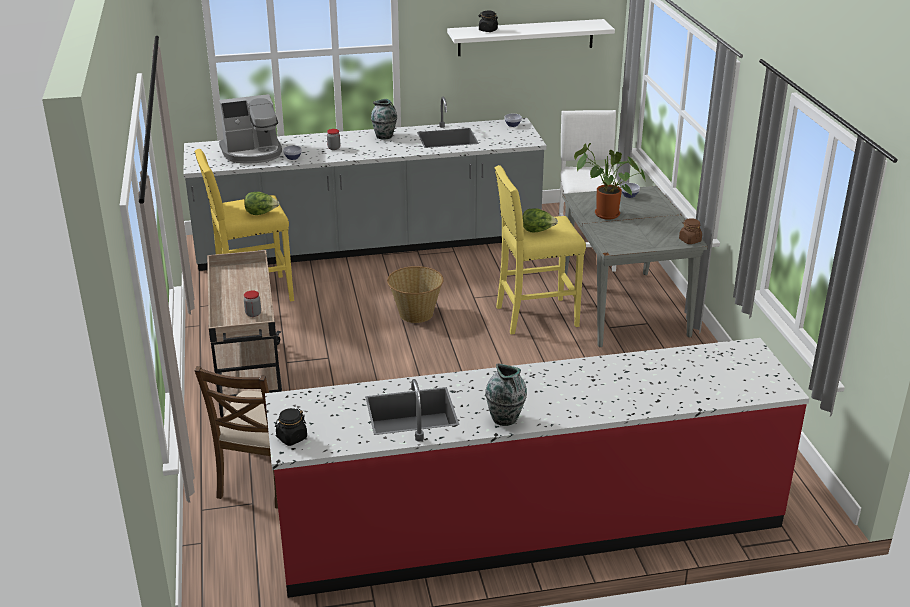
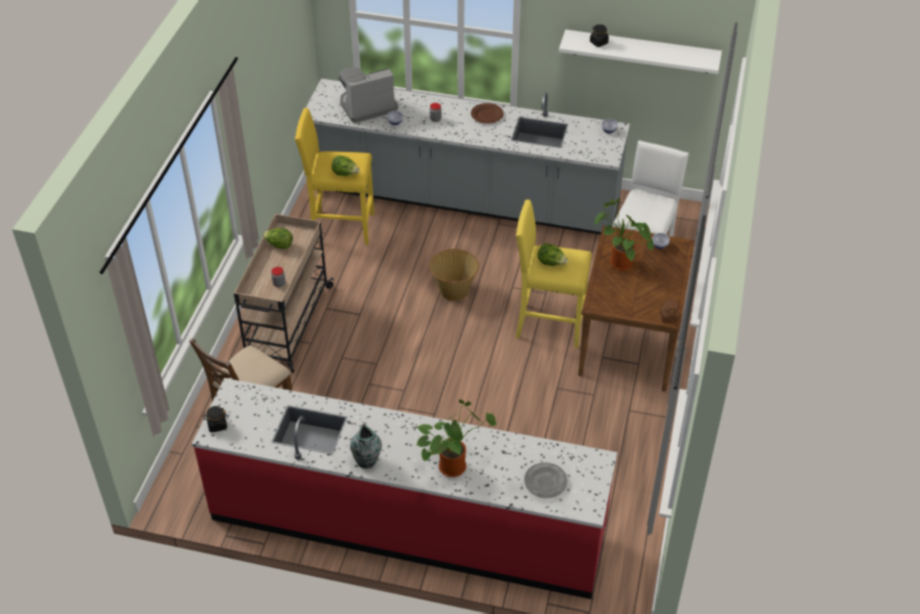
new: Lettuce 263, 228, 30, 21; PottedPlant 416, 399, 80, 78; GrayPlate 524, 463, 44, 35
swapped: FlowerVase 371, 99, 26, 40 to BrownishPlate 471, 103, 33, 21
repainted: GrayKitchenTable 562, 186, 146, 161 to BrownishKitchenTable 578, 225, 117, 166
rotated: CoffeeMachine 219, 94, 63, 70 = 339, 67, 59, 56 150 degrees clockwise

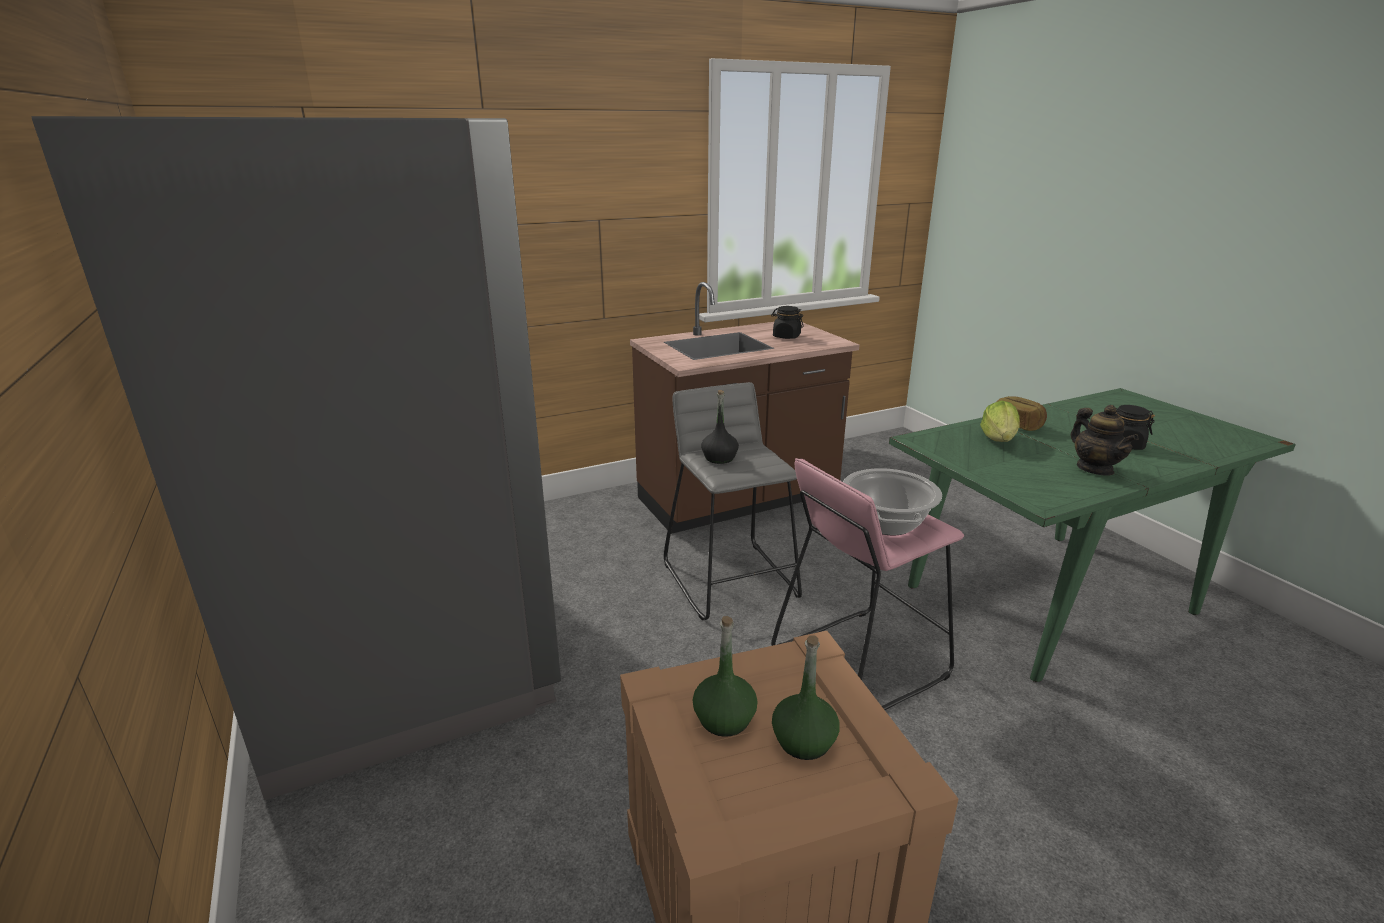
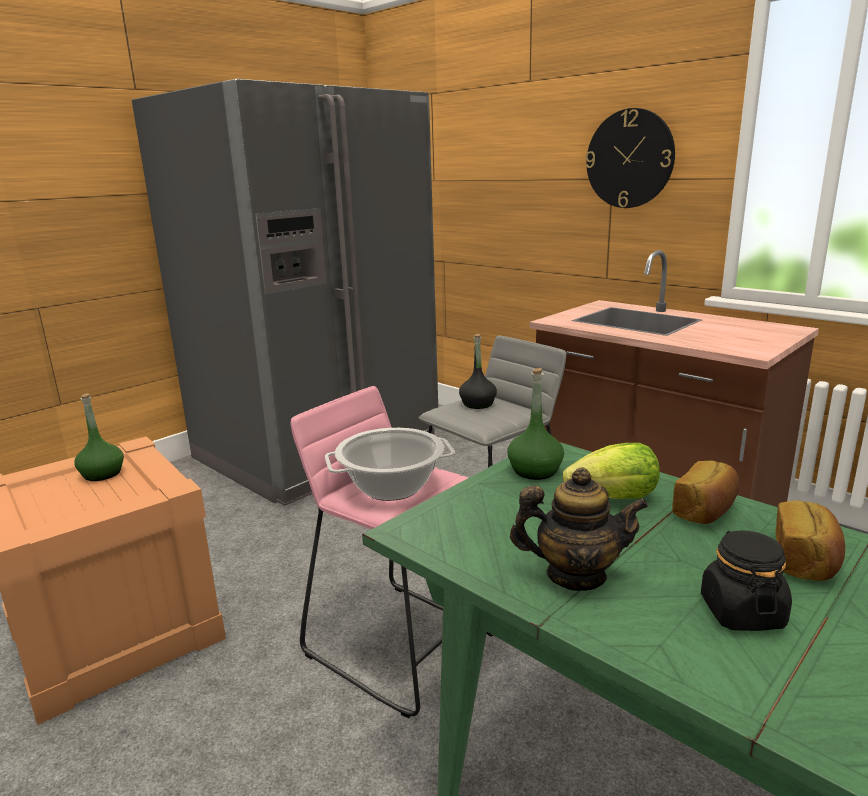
gone: BlackishJar 771, 306, 33, 33
new: ClockOnTheWall 585, 108, 90, 100; Bread 775, 500, 70, 81
shifted: GreenishBeverageBottle 772, 635, 68, 125 to 507, 368, 57, 112
rotated: Teapot 1071, 405, 68, 71 = 510, 467, 139, 124 135 degrees counterclockwise

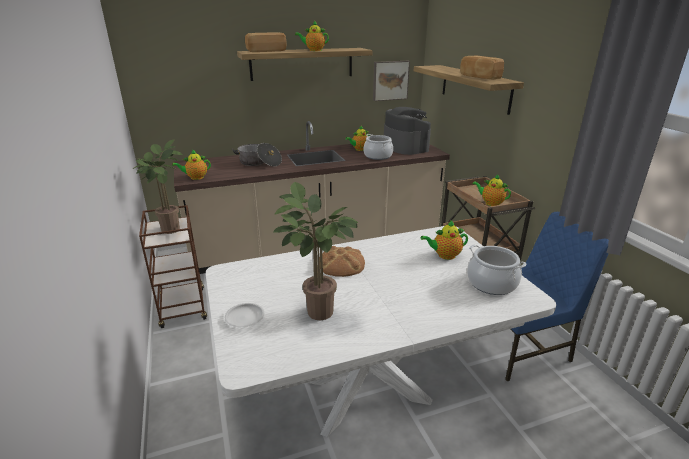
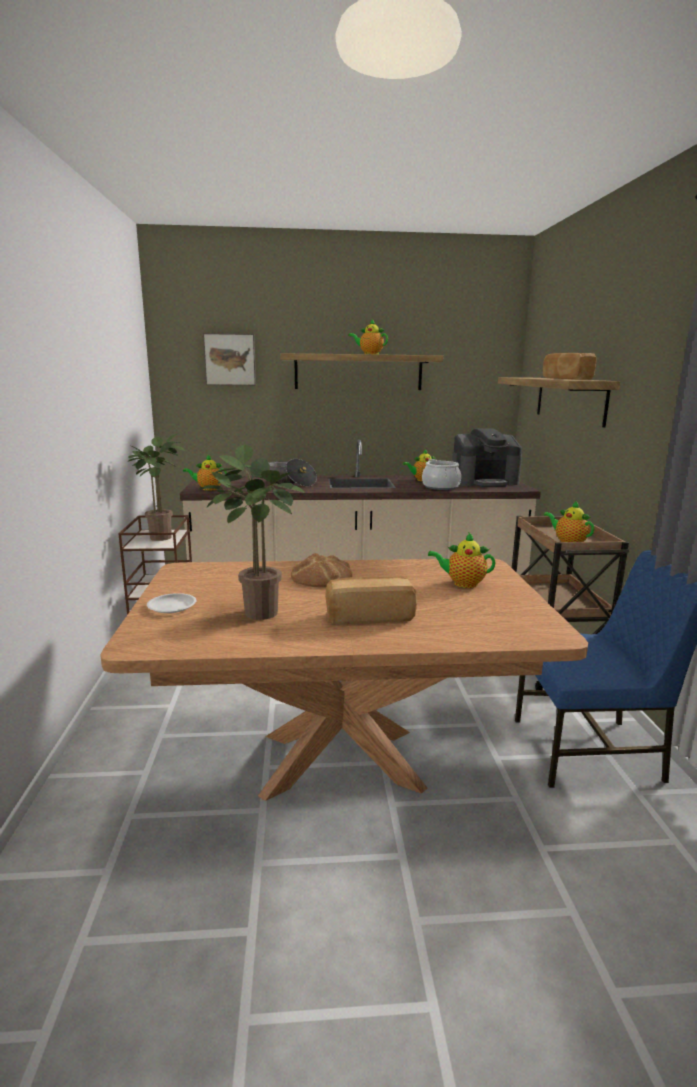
gone: Stockpot 467, 245, 59, 50
shifted: Bread 245, 32, 42, 20 to 325, 576, 92, 48; WallPicture 373, 61, 37, 40 to 203, 333, 53, 53
repainted: WhiteColouredKitchenTable 206, 226, 350, 211 to BrownishKitchenTable 100, 558, 488, 243
rotated: CoffeeMachine 384, 107, 47, 48 = 452, 428, 70, 59 90 degrees clockwise

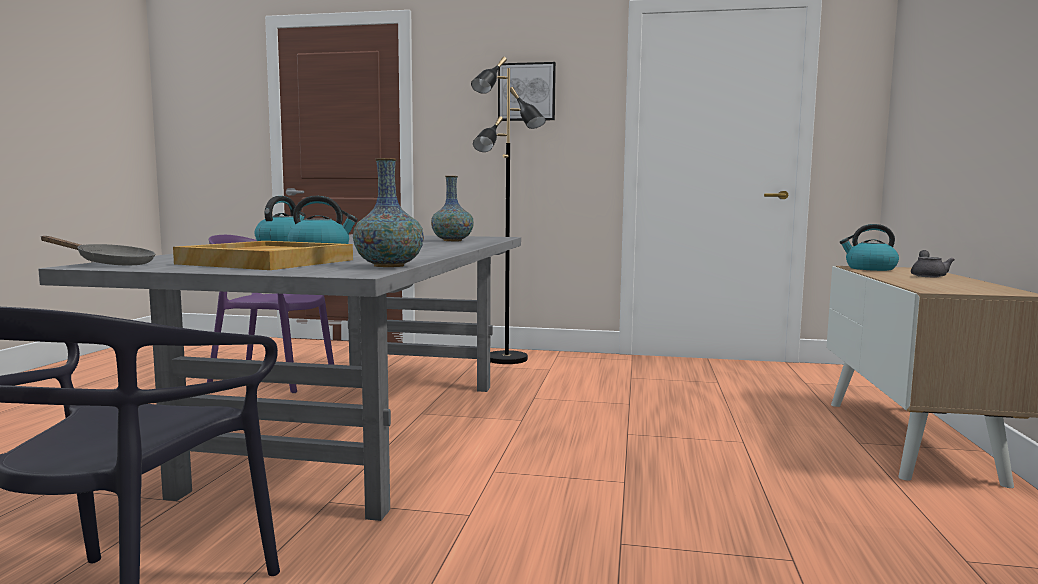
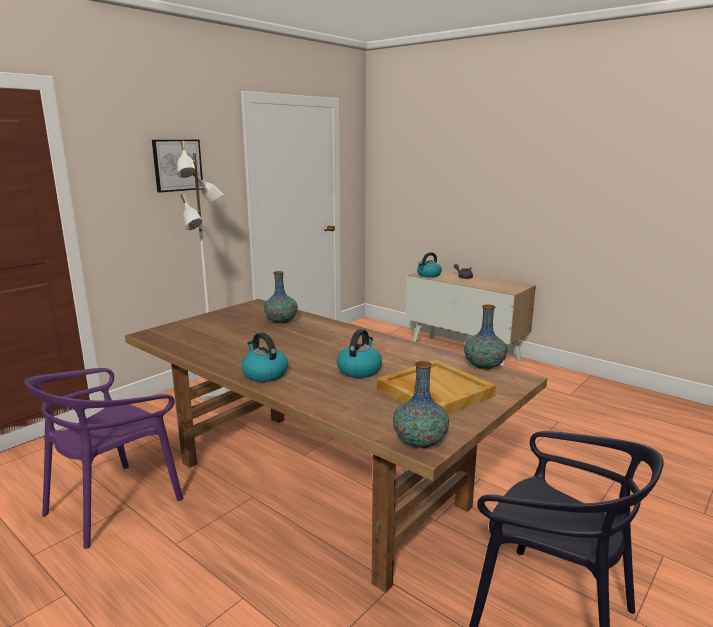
swapped: GraySkillet 41, 236, 114, 29 to FlowerVase 393, 361, 56, 88
repainted: BlackishStandardLamp 471, 57, 75, 307 to WhiteColouredStandardLamp 177, 141, 54, 259; GrayKitchenTable 38, 234, 483, 287 to BrownishKitchenTable 125, 299, 422, 294

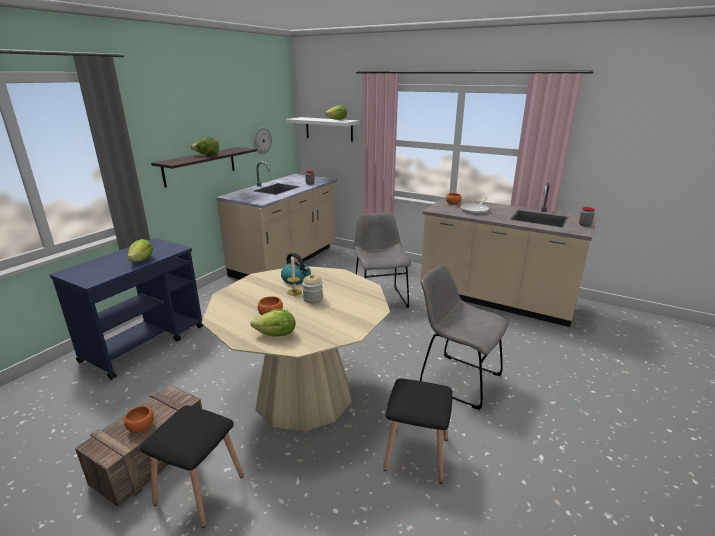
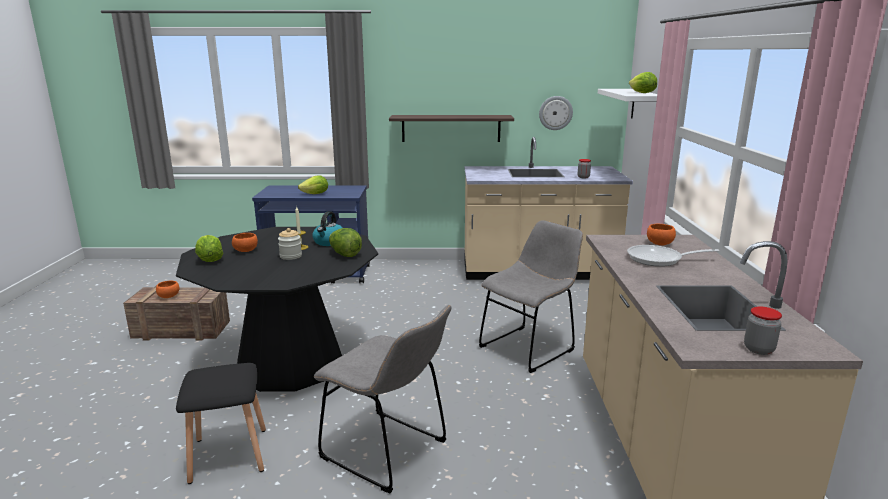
gone: BlackishStool 140, 405, 104, 123
shifted: Lettuce 191, 137, 28, 19 to 329, 228, 33, 29
repainted: SandColouredKitchenTable 201, 266, 189, 166 to BlackishKitchenTable 176, 227, 202, 165
rotated: GrayChair 420, 265, 89, 145 = 314, 305, 138, 188 120 degrees clockwise

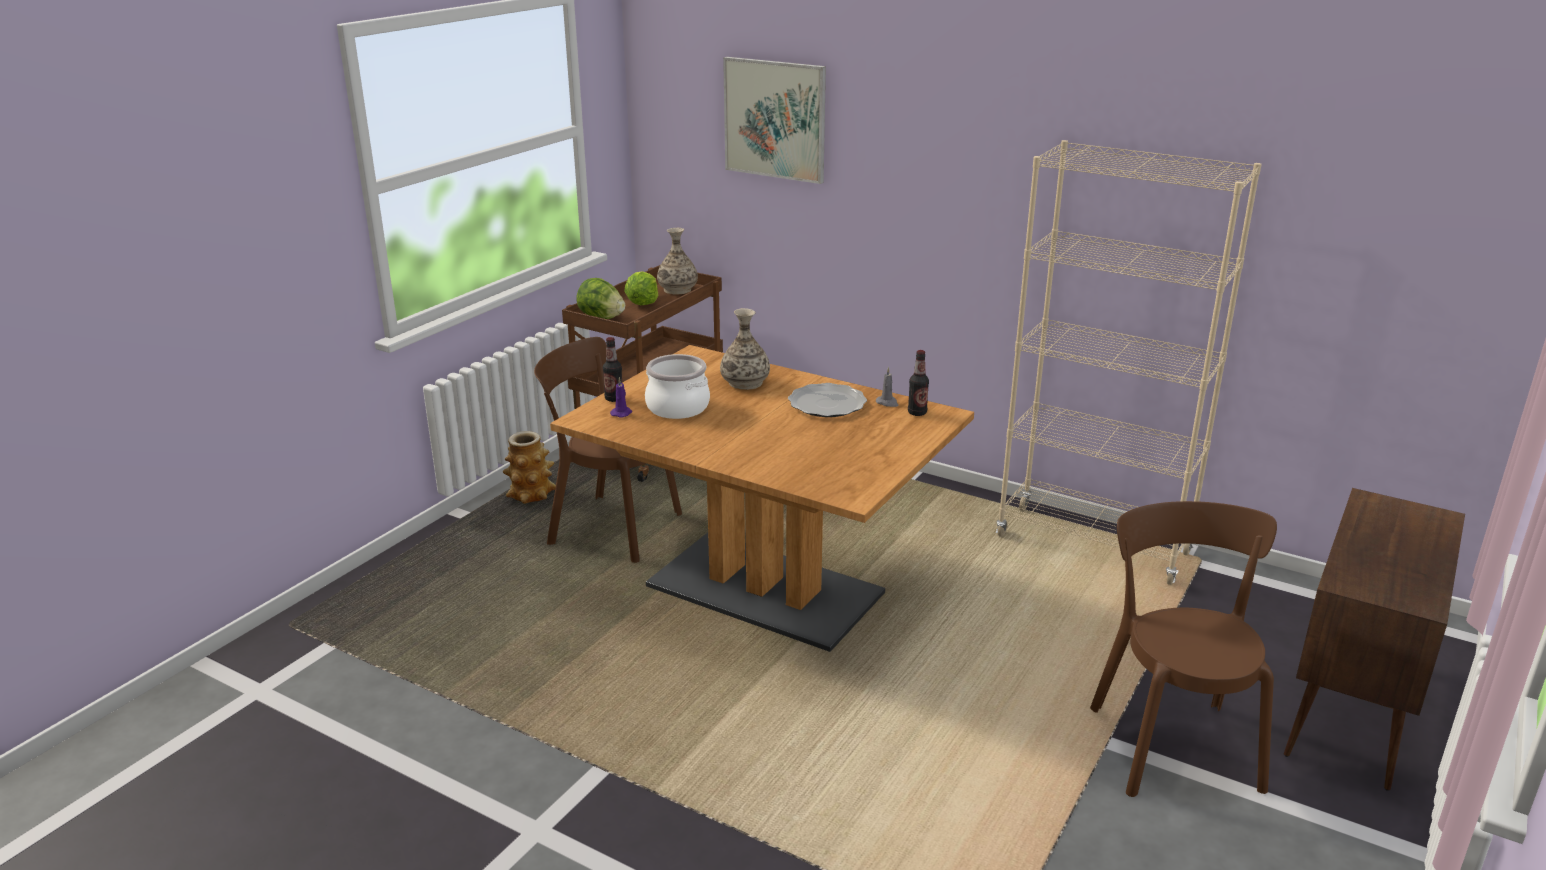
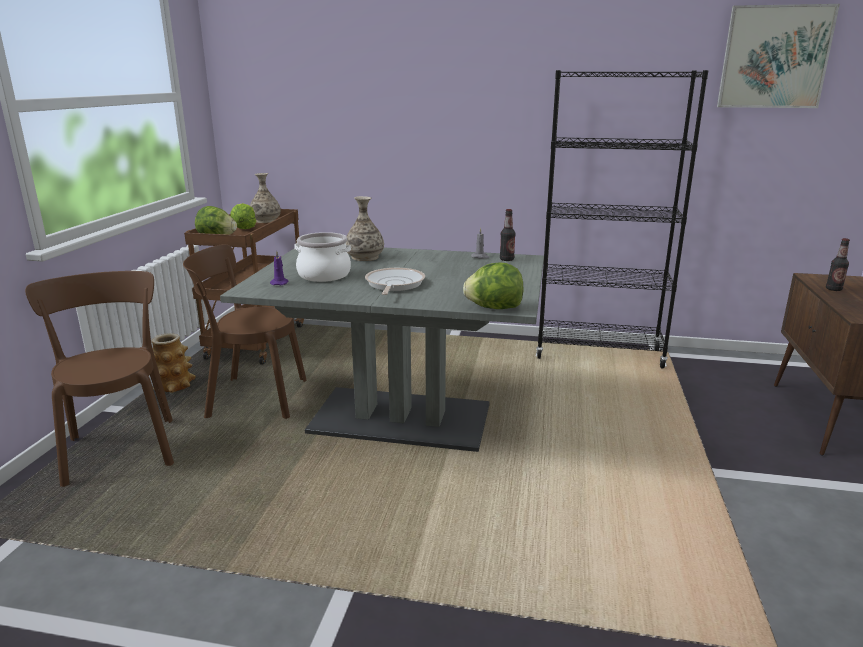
gone: Plate 788, 383, 79, 34
new: Lettuce 463, 262, 61, 47; Skillet 365, 268, 60, 27
shifted: WallPicture 723, 57, 103, 127 to 717, 4, 123, 104; BeverageBottle 603, 337, 19, 65 to 826, 238, 24, 53; BrownishChair 1090, 501, 187, 296 to 25, 271, 149, 216
repainted: SandColouredBookcase 996, 140, 266, 445 to BlackishBookcase 536, 70, 173, 298; BrownishKitchenTable 550, 345, 424, 307 to GrayKitchenTable 220, 248, 324, 204

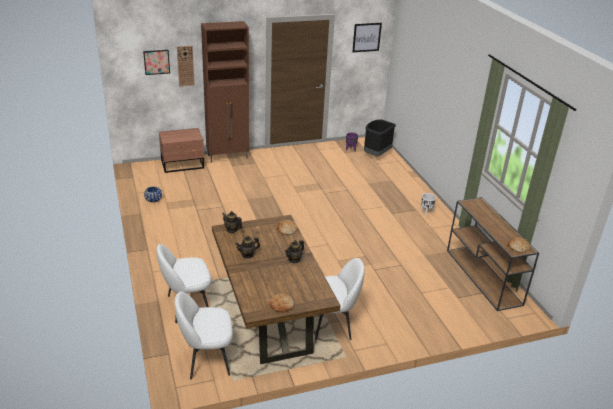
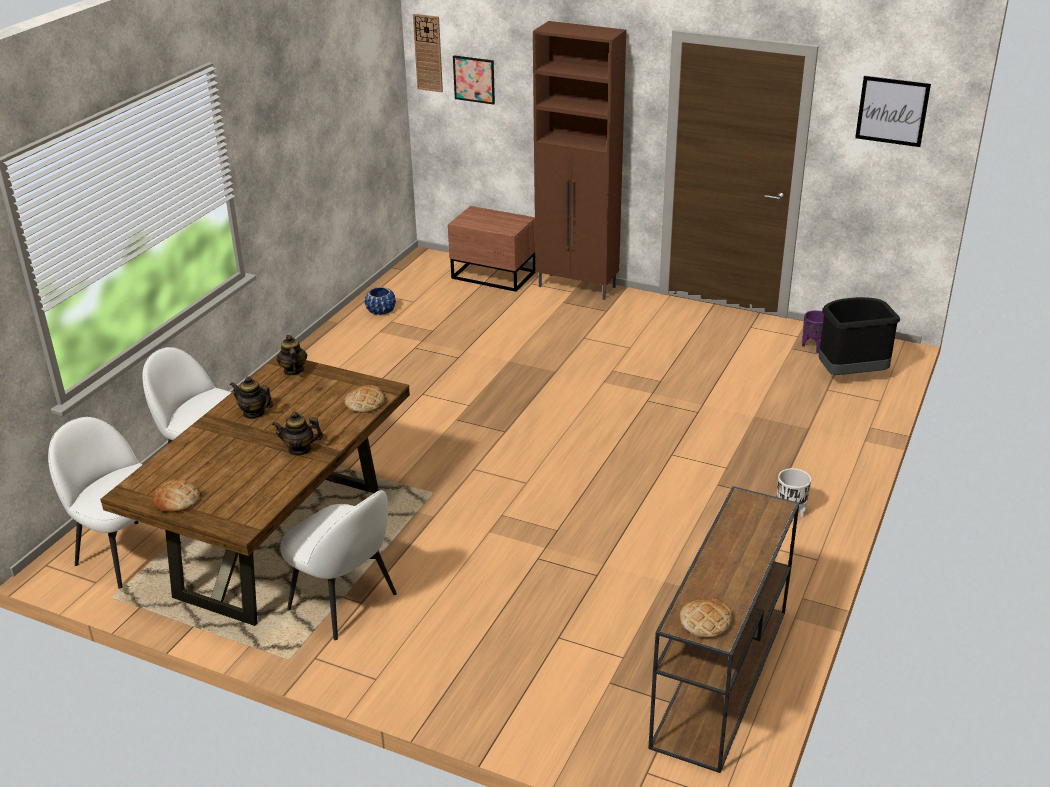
shifted: ClockOnTheWall 177, 46, 18, 41 to 413, 14, 30, 78

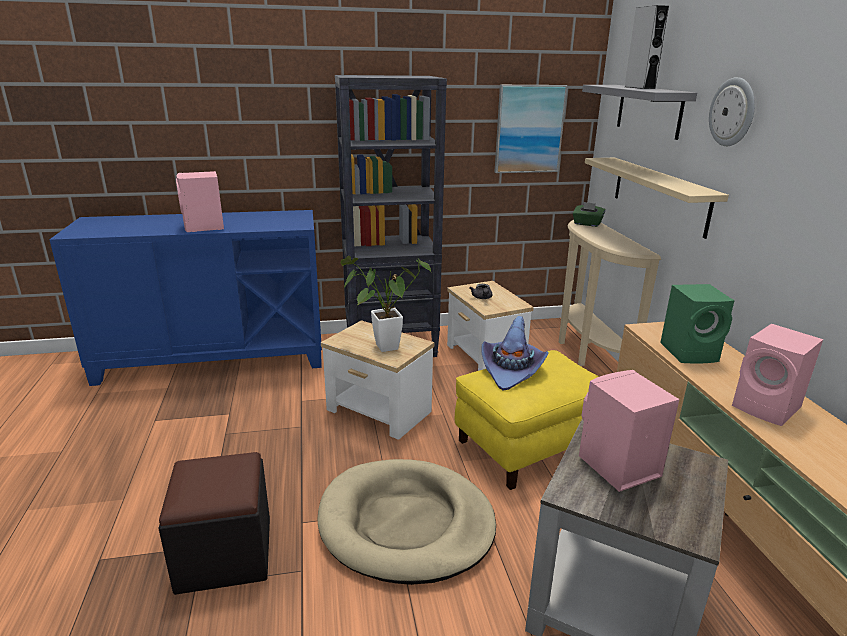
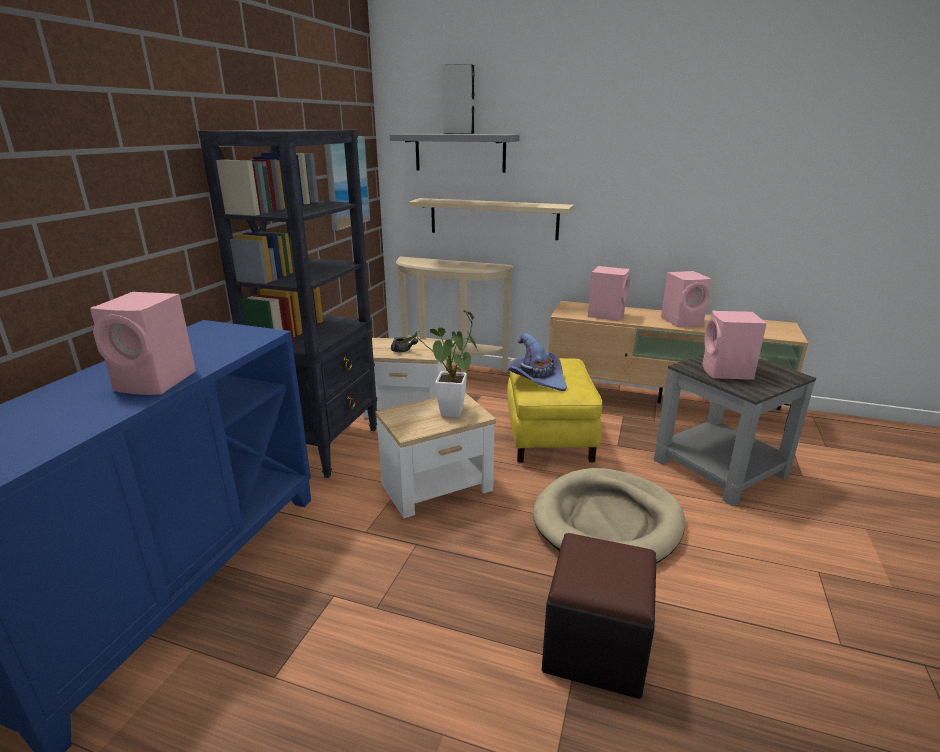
gone: ClockOnTheWall 709, 77, 46, 69; GreenishTissueBox 573, 202, 32, 25
repainted: GreenishLoudspeaker 660, 284, 75, 80 to PinkColouredLoudspeaker 588, 266, 42, 55

